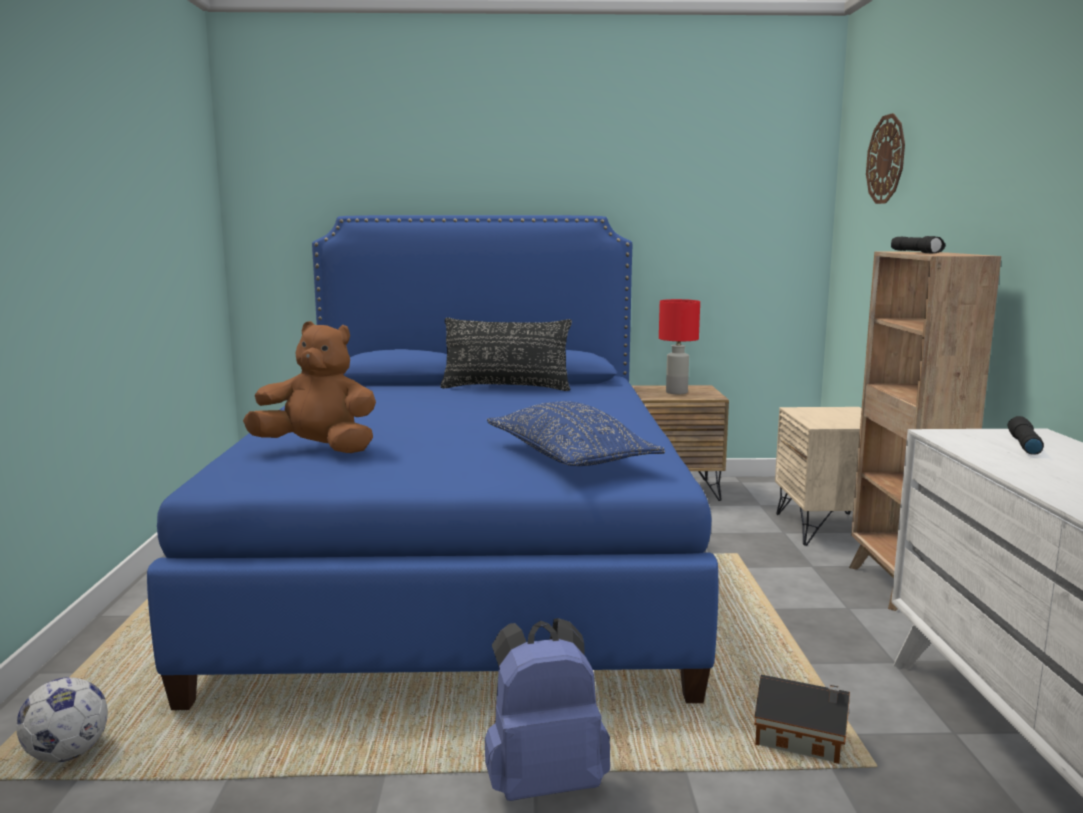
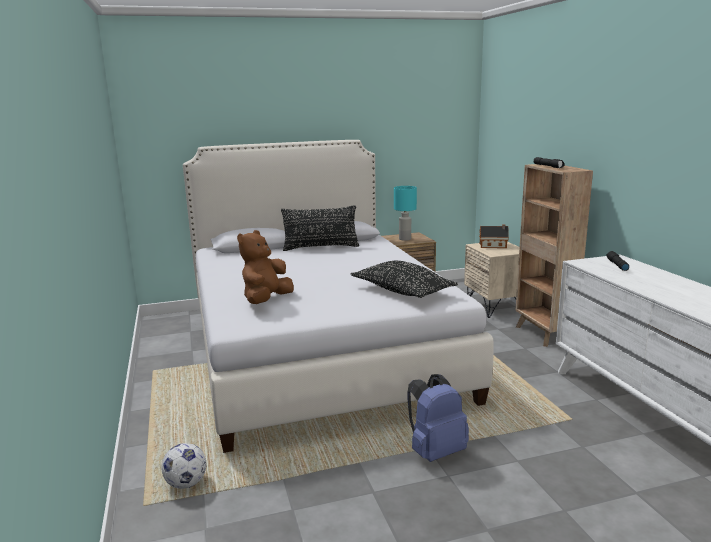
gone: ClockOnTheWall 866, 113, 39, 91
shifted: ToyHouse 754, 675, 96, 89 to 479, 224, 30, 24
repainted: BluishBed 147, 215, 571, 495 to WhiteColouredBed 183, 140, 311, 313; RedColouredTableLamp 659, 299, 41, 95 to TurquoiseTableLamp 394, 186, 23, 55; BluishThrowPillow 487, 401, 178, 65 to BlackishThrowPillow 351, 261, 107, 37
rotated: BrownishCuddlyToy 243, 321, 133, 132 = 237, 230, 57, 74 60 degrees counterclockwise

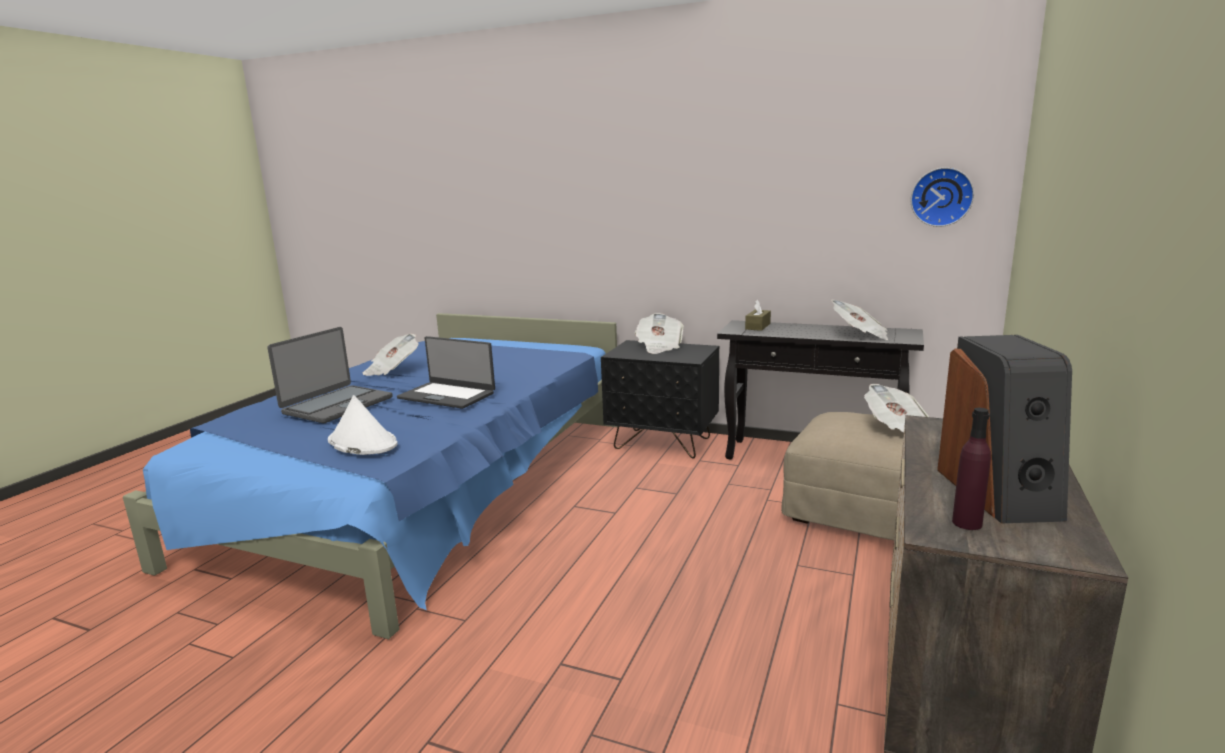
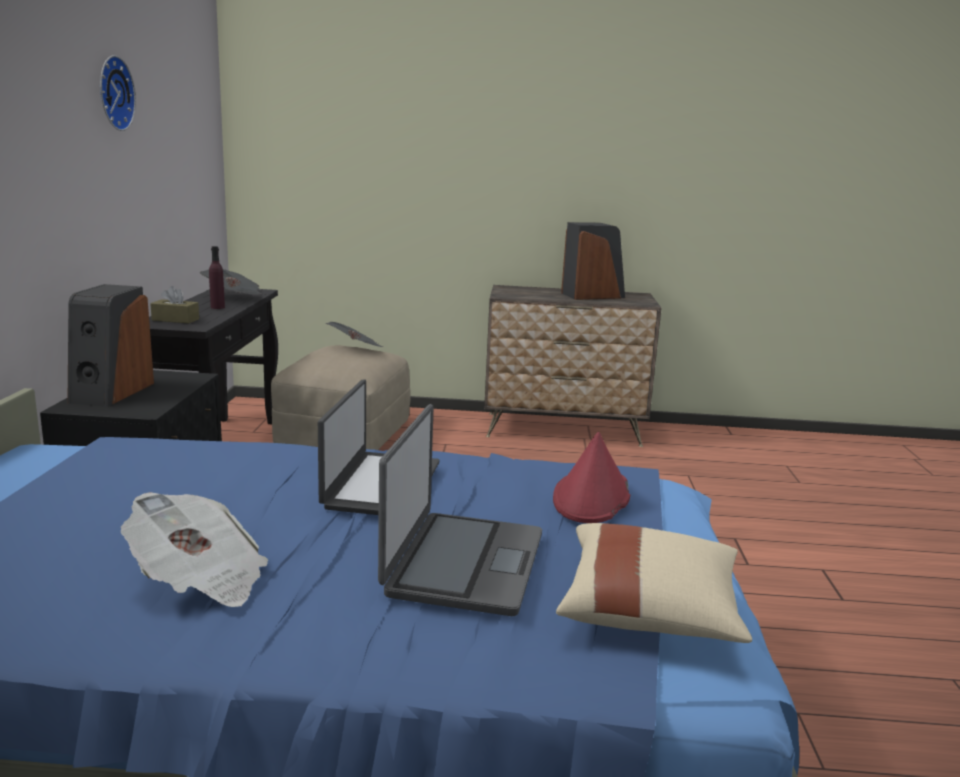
new: SandColouredThrowPillow 556, 523, 196, 120
shifted: ClockOnTheWall 911, 167, 63, 60 to 100, 55, 36, 76; PurpleBeverageBottle 952, 408, 39, 122 to 209, 246, 16, 63
swapped: DailyPaper 635, 313, 49, 41 to Loudspeaker 67, 284, 87, 123
repainted: WhiteColouredWearableHat 328, 395, 70, 60 to RedColouredWearableHat 553, 432, 77, 91
rotated: Laptop 267, 327, 126, 96 = 378, 404, 164, 212 90 degrees clockwise

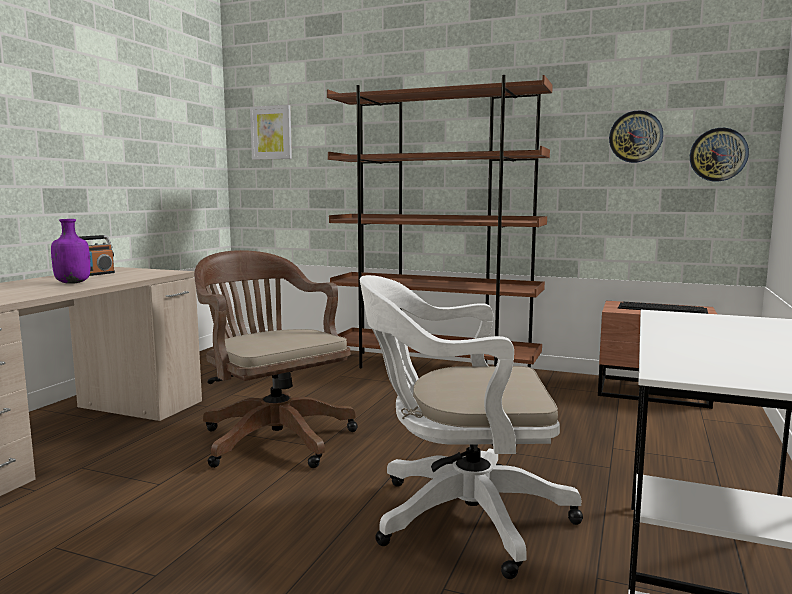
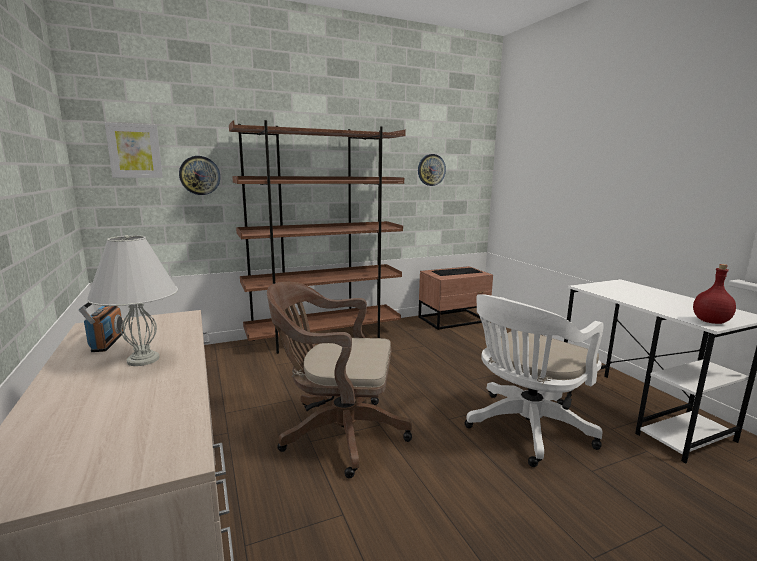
new: RedColouredBeverageBottle 693, 264, 43, 60
shifted: ClockOnTheWall 690, 128, 59, 53 to 179, 156, 41, 39
swapped: PurpleBeverageBottle 51, 219, 39, 65 to WhiteColouredTableLamp 87, 235, 91, 131

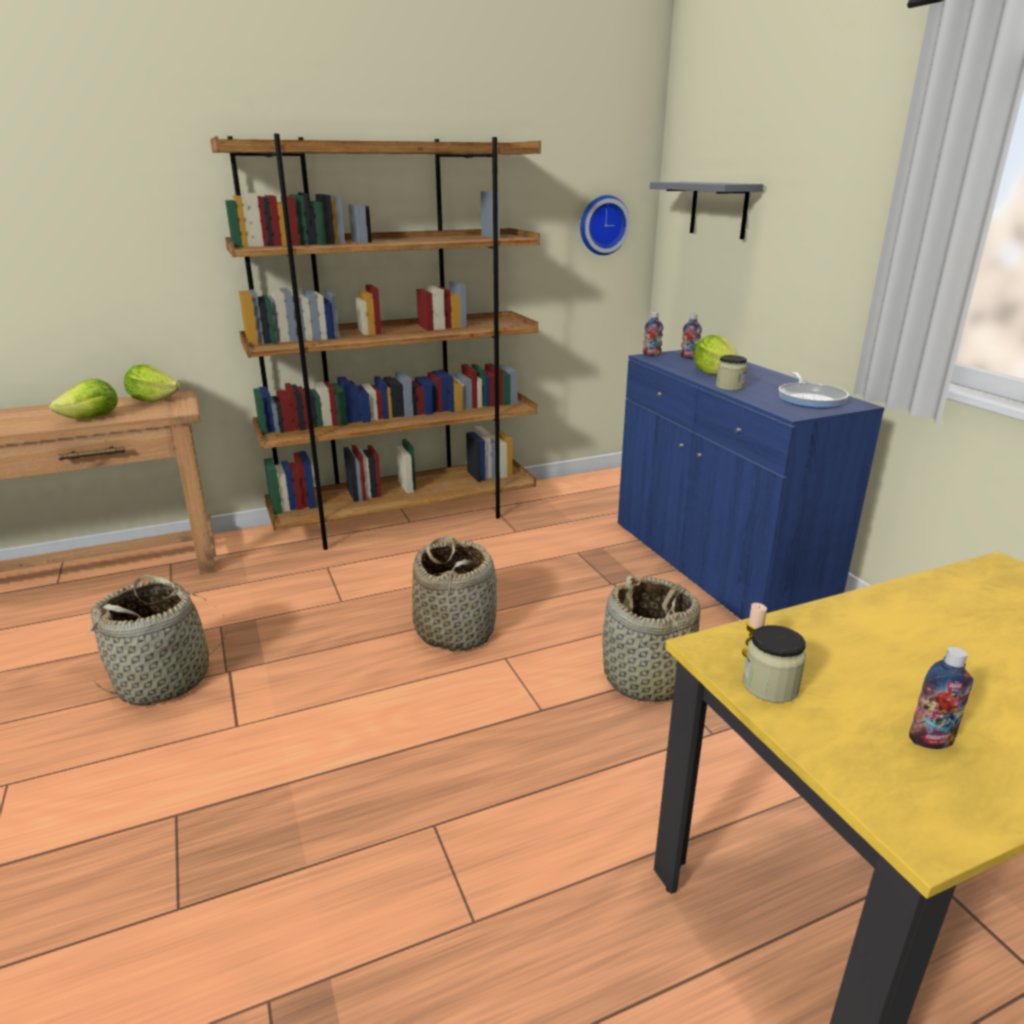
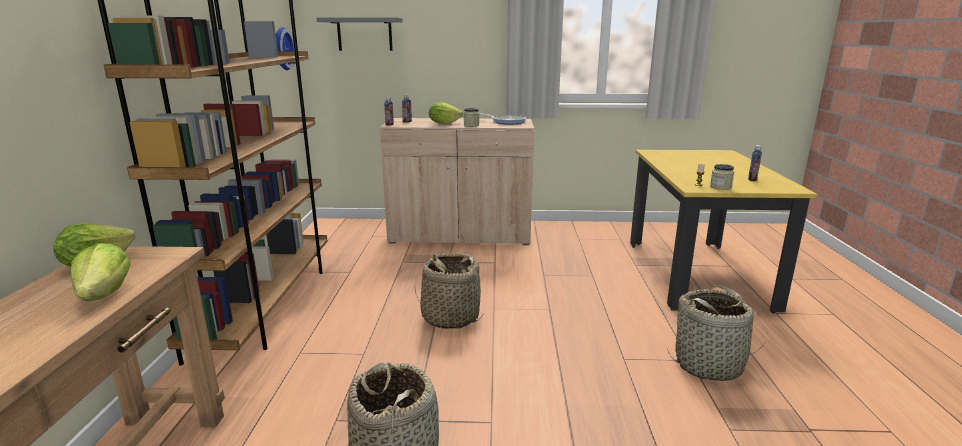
shifted: Basket 602, 576, 98, 126 to 667, 285, 98, 96
repainted: BluishStorageCabinet 618, 350, 266, 270 to SandColouredStorageCabinet 380, 118, 154, 127

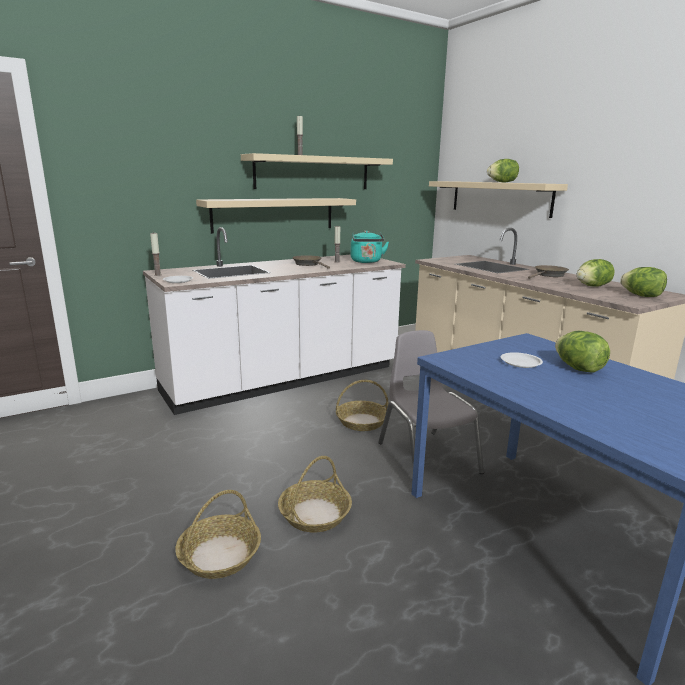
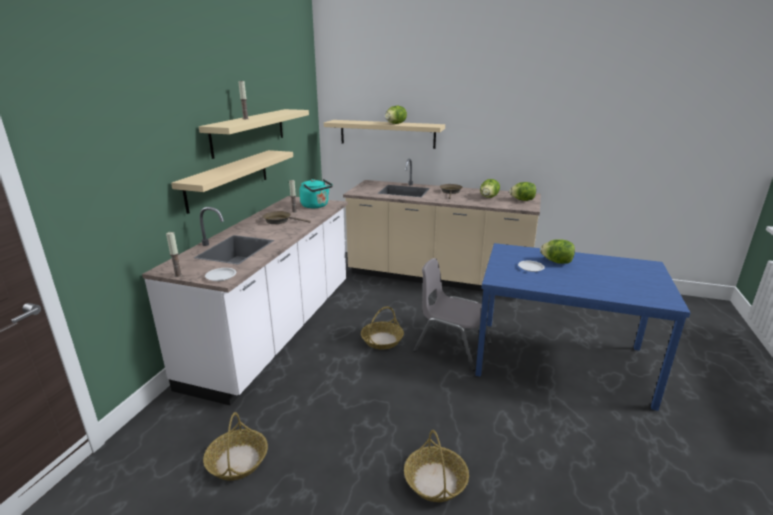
shifted: Basket 278, 456, 74, 77 to 203, 412, 65, 69

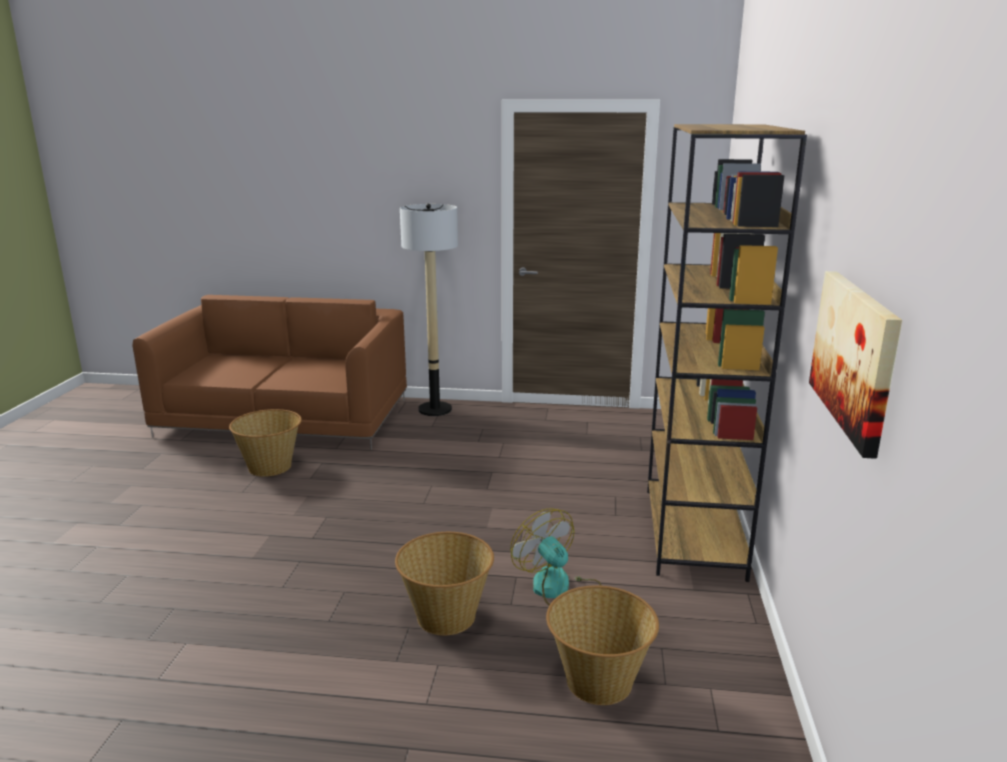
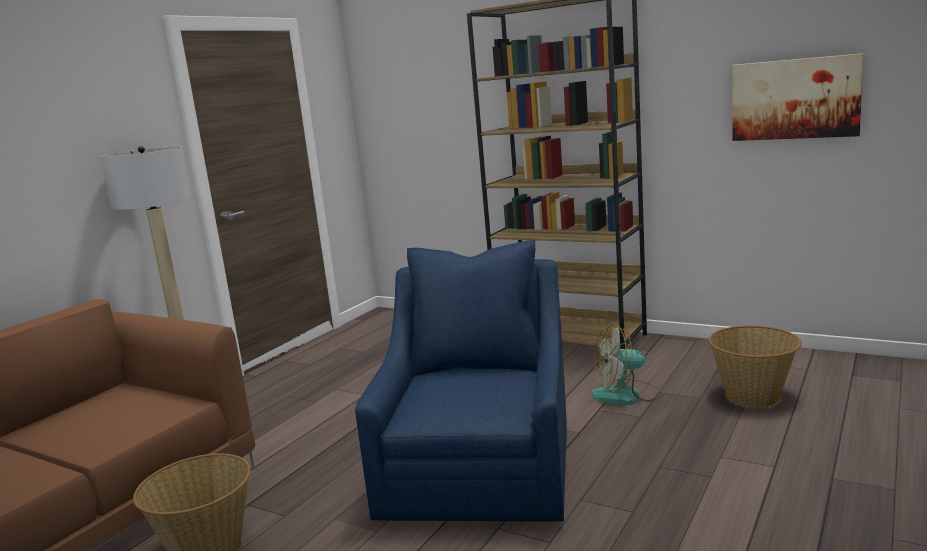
gone: Basket 395, 532, 99, 104
new: BluishArmchair 355, 240, 212, 282

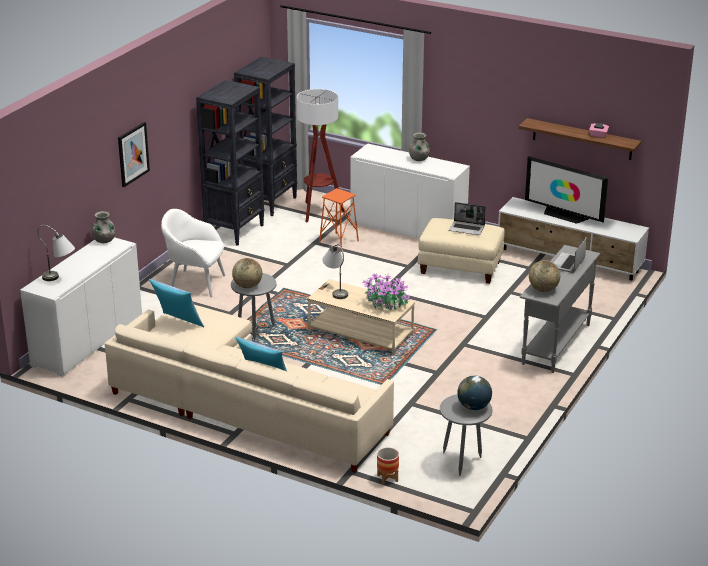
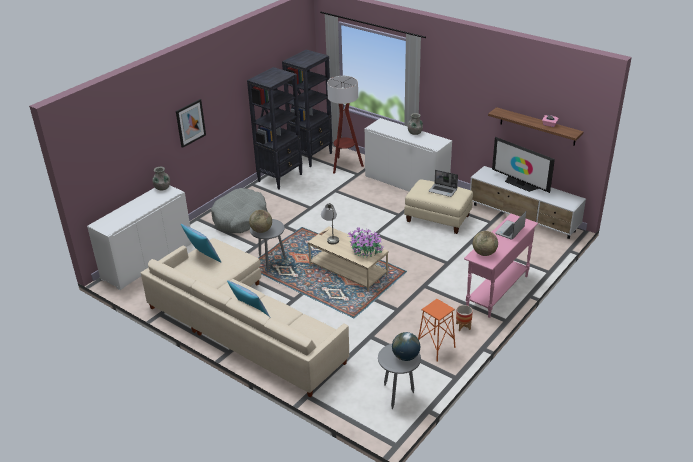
gone: GrayTableLamp 38, 225, 37, 56
shifted: OrangeColouredStool 319, 188, 40, 64 to 418, 299, 38, 63; FlowerPot 377, 447, 22, 38 to 456, 305, 17, 26
swapped: WhiteColouredArmchair 161, 209, 65, 88 to GrayDogBed 211, 188, 56, 45
repainted: GrayHallTable 520, 245, 80, 128 to PinkColouredHallTable 464, 214, 74, 104

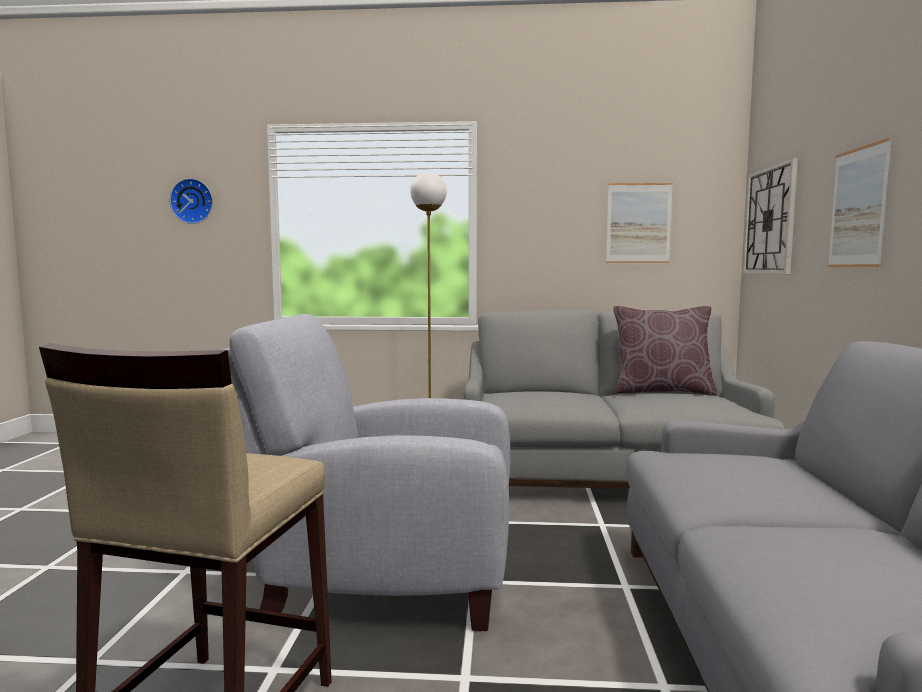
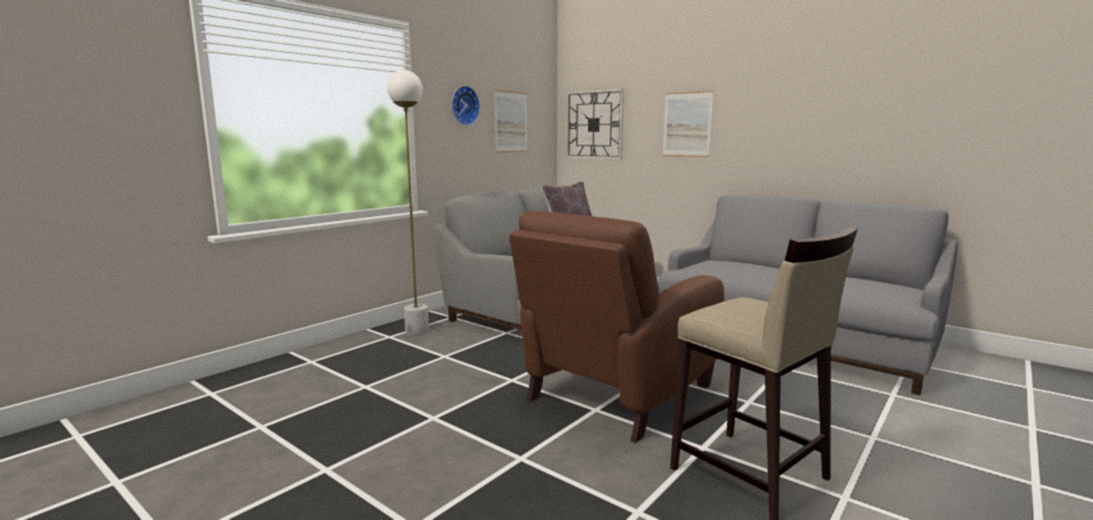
shifted: ClockOnTheWall 170, 178, 43, 46 to 452, 86, 28, 39
repainted: GrayArmchair 224, 314, 286, 317 to BrownishArmchair 509, 211, 215, 232

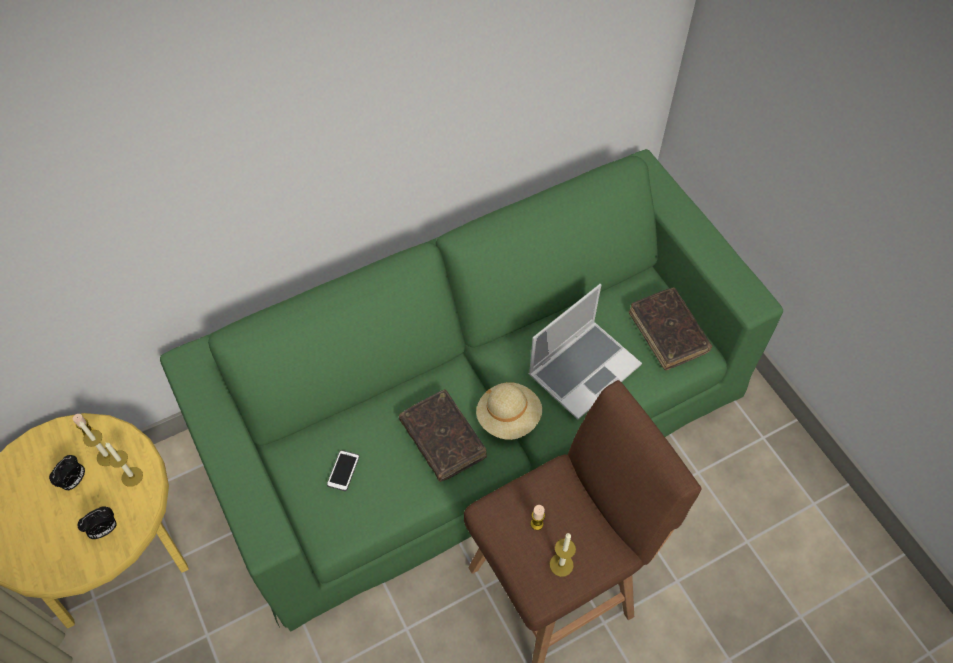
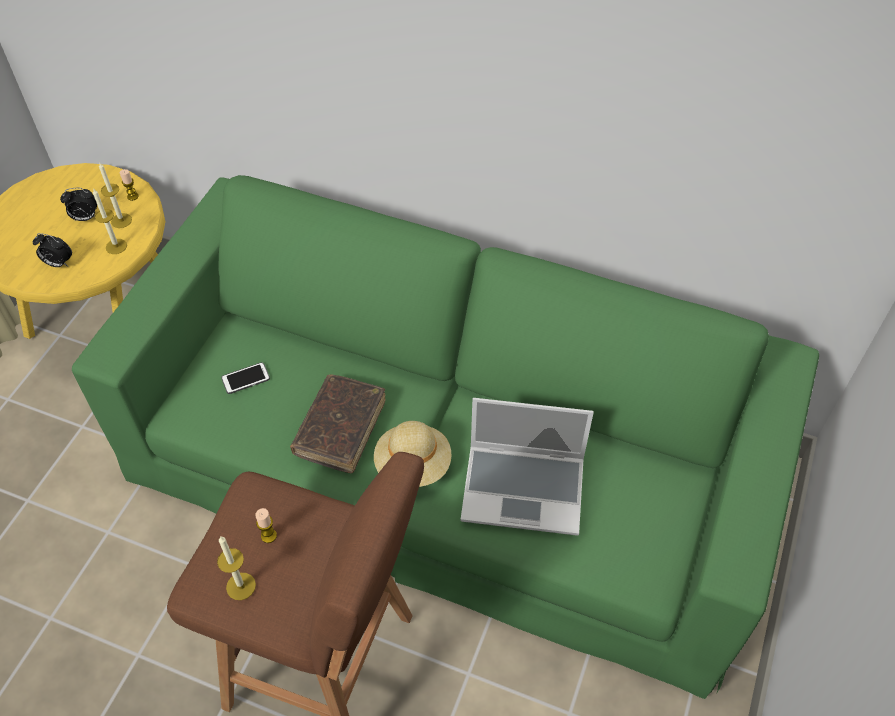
gone: BrownishBoundBook 629, 287, 83, 83

